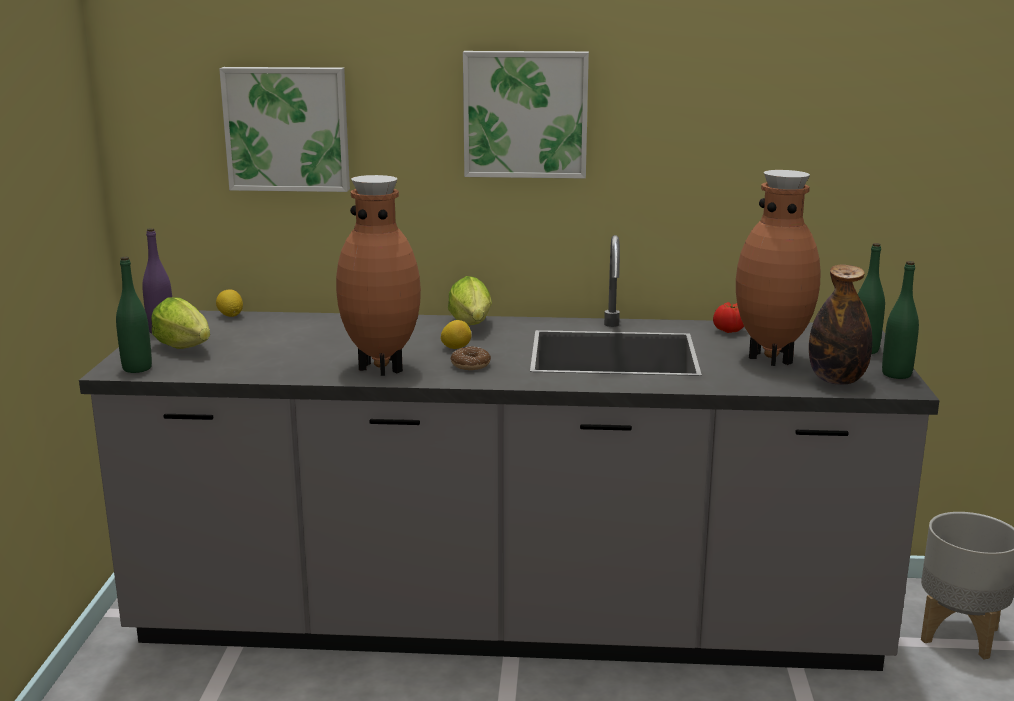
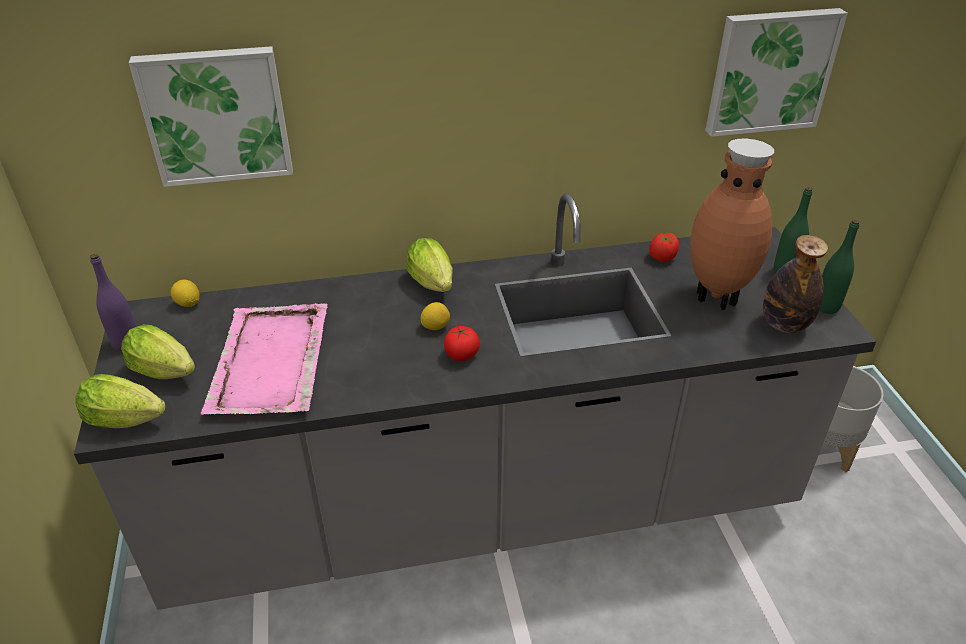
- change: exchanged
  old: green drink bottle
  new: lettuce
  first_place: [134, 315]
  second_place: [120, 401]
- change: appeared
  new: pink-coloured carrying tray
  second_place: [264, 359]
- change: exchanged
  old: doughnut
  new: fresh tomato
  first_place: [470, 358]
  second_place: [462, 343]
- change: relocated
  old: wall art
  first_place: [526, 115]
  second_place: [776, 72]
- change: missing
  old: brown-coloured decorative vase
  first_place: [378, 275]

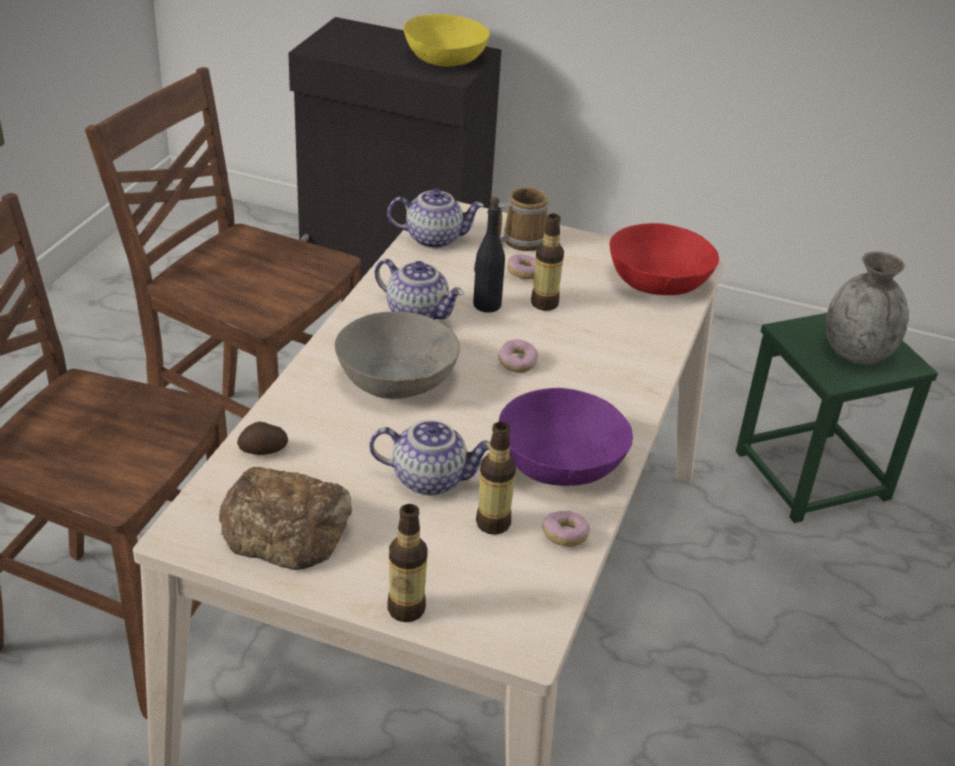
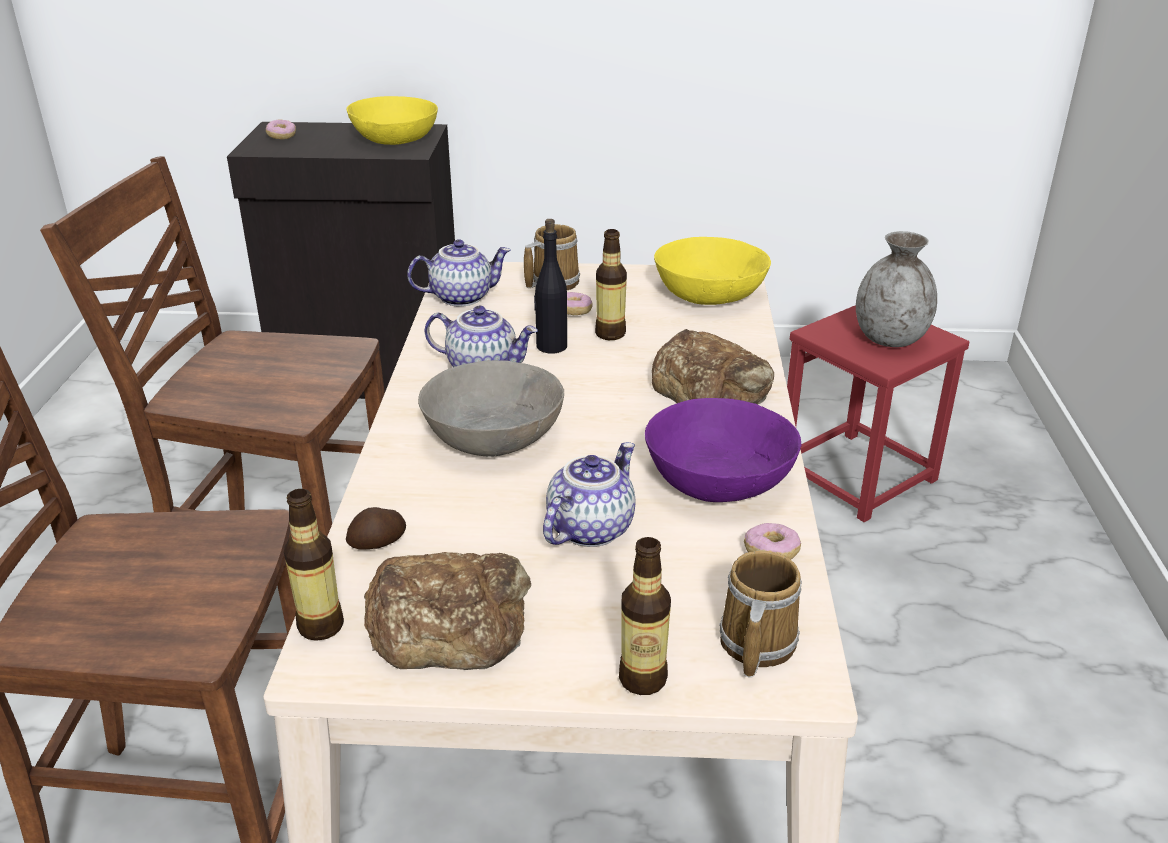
- change: relocated
  old: doughnut
  first_place: [518, 356]
  second_place: [281, 129]
- change: relocated
  old: drink bottle
  first_place: [496, 478]
  second_place: [314, 565]
- change: spun
  old: tea pot
  first_place: [429, 458]
  second_place: [589, 494]
  degrees: -45
- change: appeared
  new: bakery bread
  second_place: [713, 366]
- change: colour
  old: reddish deep dish
  new: yellow deep dish
  first_place: [664, 259]
  second_place: [712, 271]
- change: appeared
  new: mug
  second_place: [760, 614]
- change: colour
  old: green sitting stool
  new: reddish sitting stool
  first_place: [837, 418]
  second_place: [878, 413]

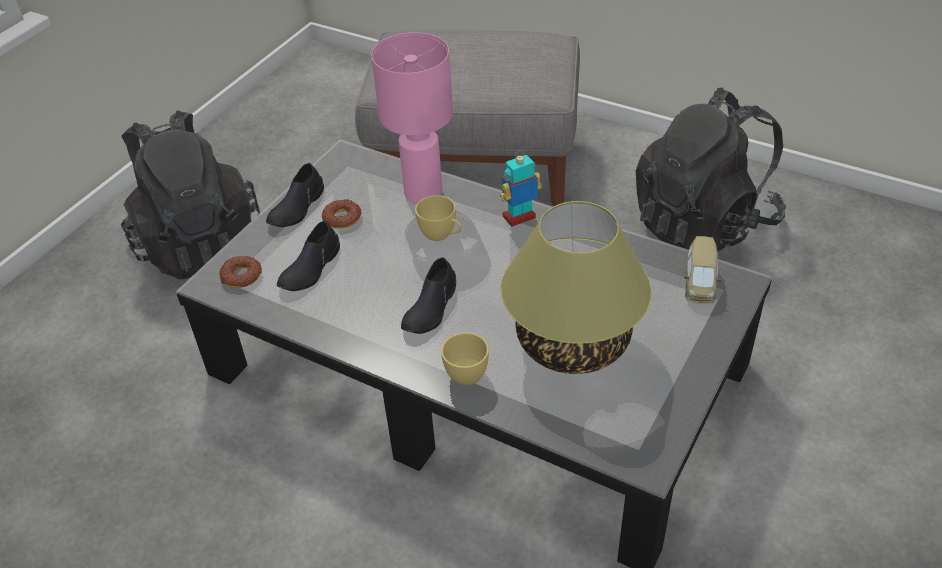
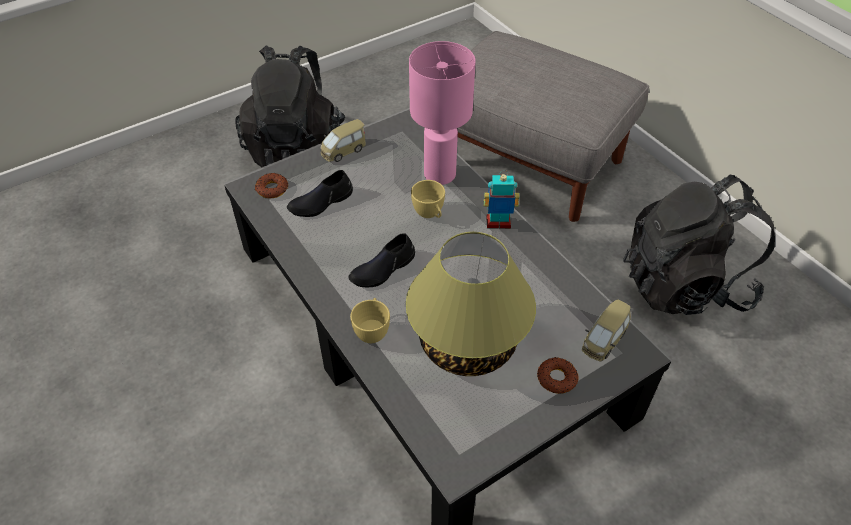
- change: exchanged
  old: blackish item of footwear
  new: model car
  first_place: [295, 195]
  second_place: [343, 140]
- change: relocated
  old: doughnut
  first_place: [341, 214]
  second_place: [558, 375]

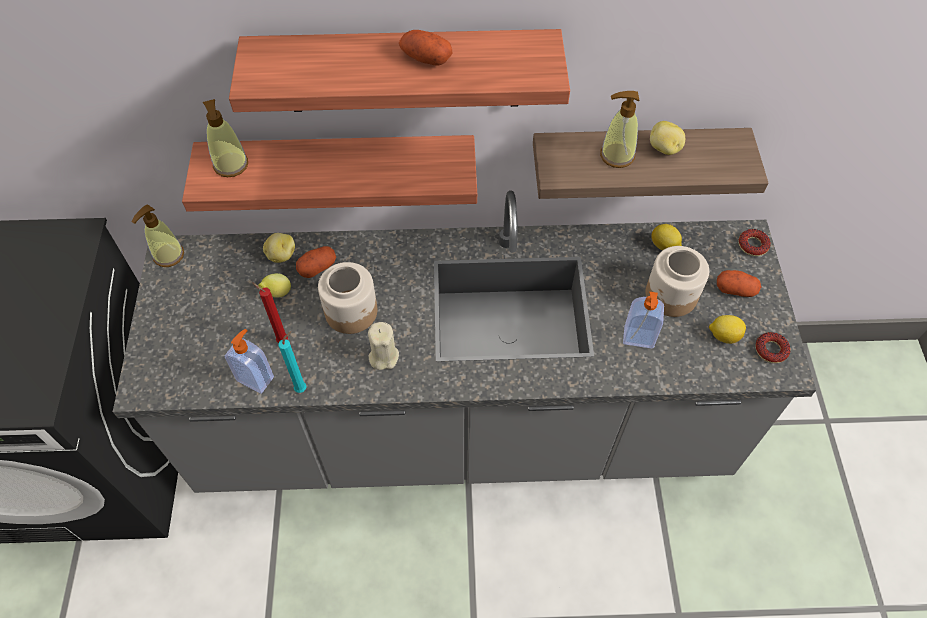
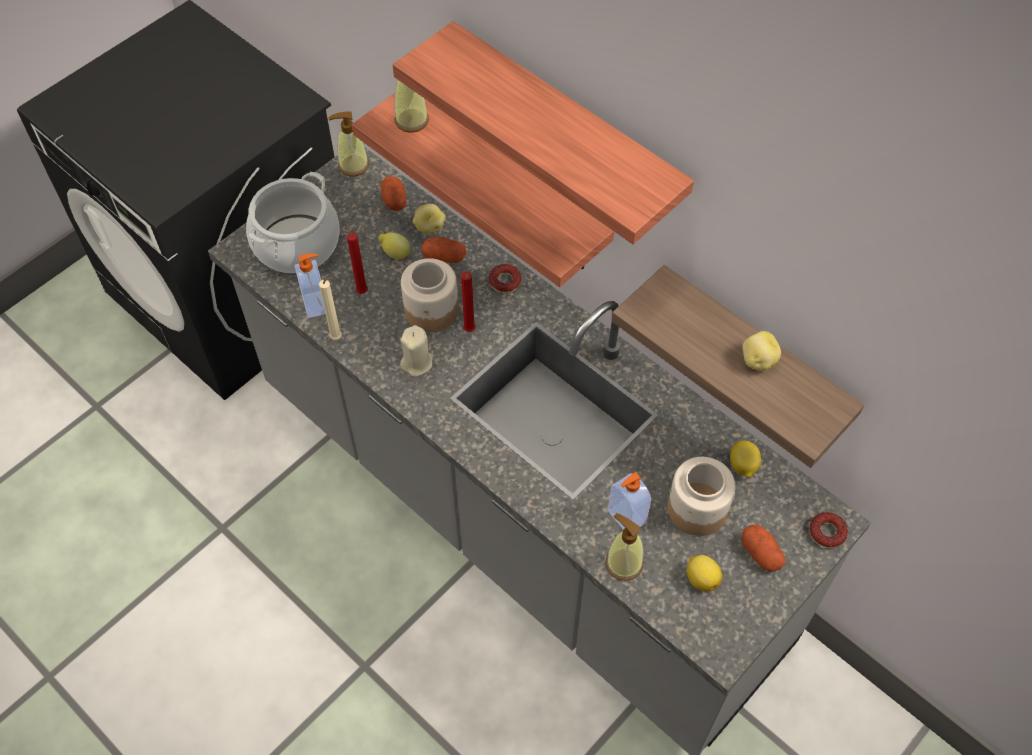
- change: appeared
  new: stockpot
  second_place: [293, 222]
- change: colour
  old: turquoise wax light
  new: beige-coloured wax light
  first_place: [292, 362]
  second_place: [330, 308]
- change: relocated
  old: whole potato
  first_place: [426, 48]
  second_place: [393, 193]
- change: appeared
  new: reddish wax light
  second_place: [468, 301]
- change: relocated
  old: doughnut
  first_place: [772, 347]
  second_place: [505, 278]
- change: relocated
  old: liquid soap bottle
  first_place: [619, 129]
  second_place: [624, 547]

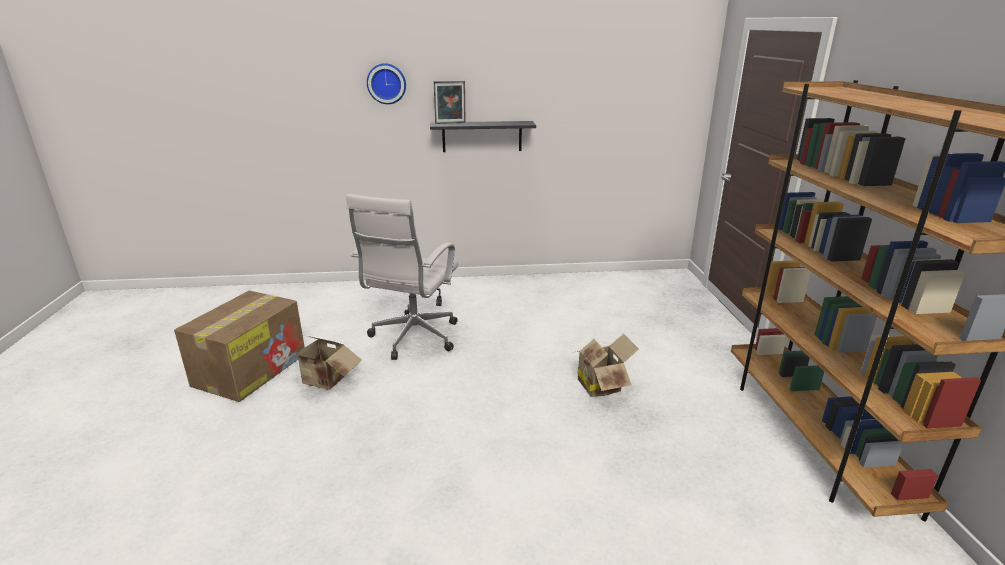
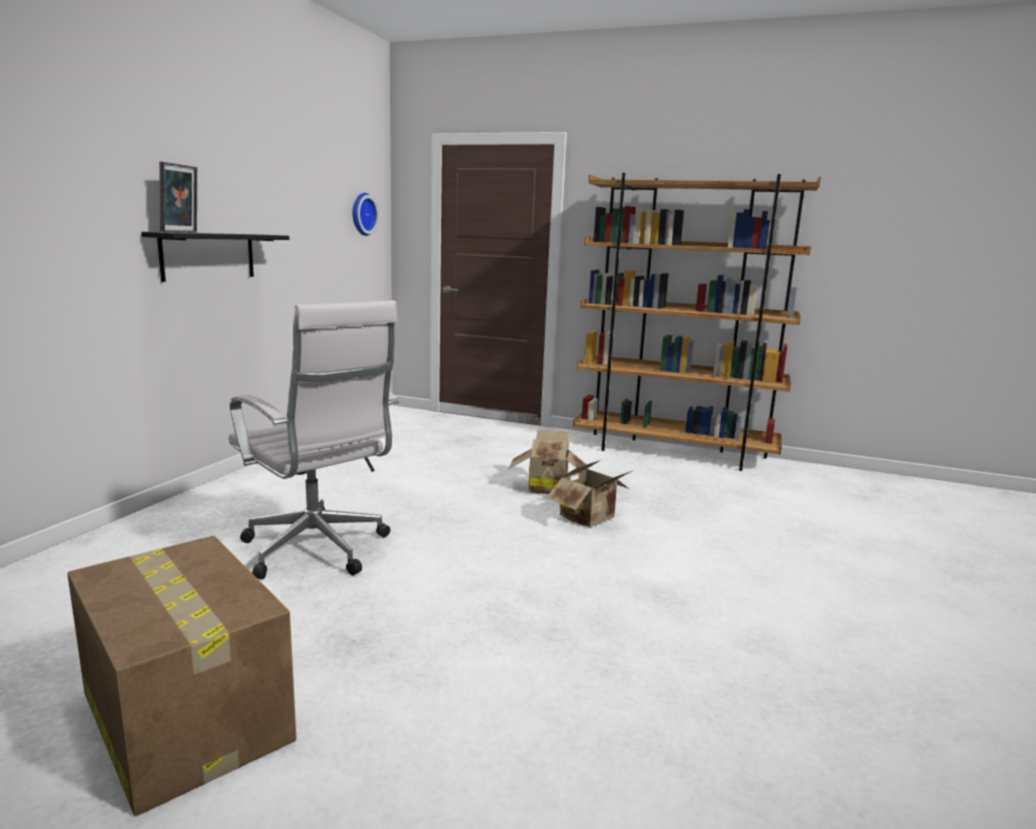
- change: relocated
  old: wall clock
  first_place: [386, 83]
  second_place: [365, 214]
- change: relocated
  old: packing box
  first_place: [323, 363]
  second_place: [590, 493]

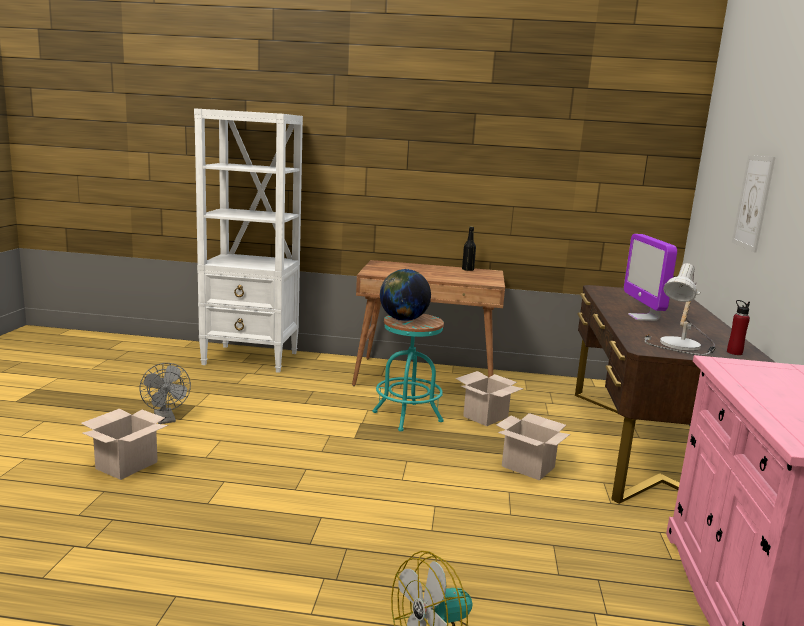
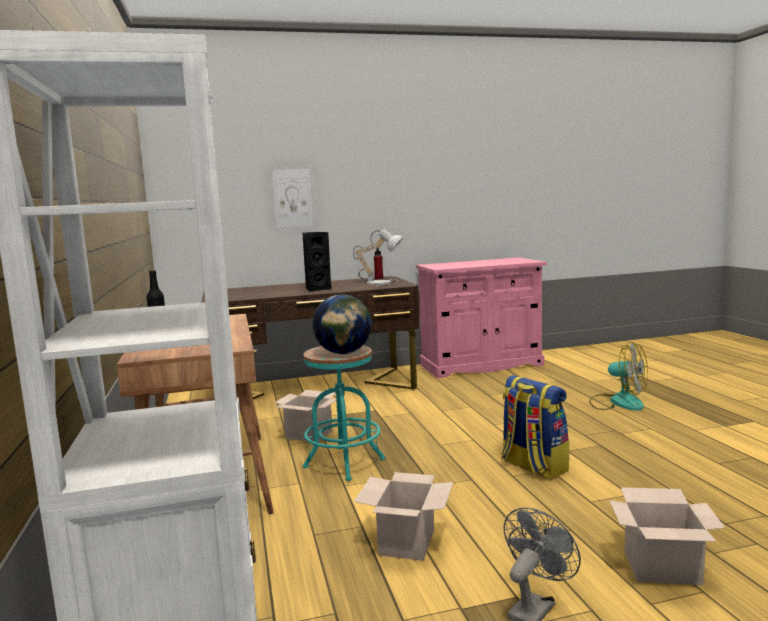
- change: exchanged
  old: computer display
  new: blackish loudspeaker
  first_place: [650, 277]
  second_place: [317, 262]
- change: relocated
  old: packing box
  first_place: [533, 447]
  second_place: [403, 516]
- change: appeared
  new: knapsack
  second_place: [535, 427]

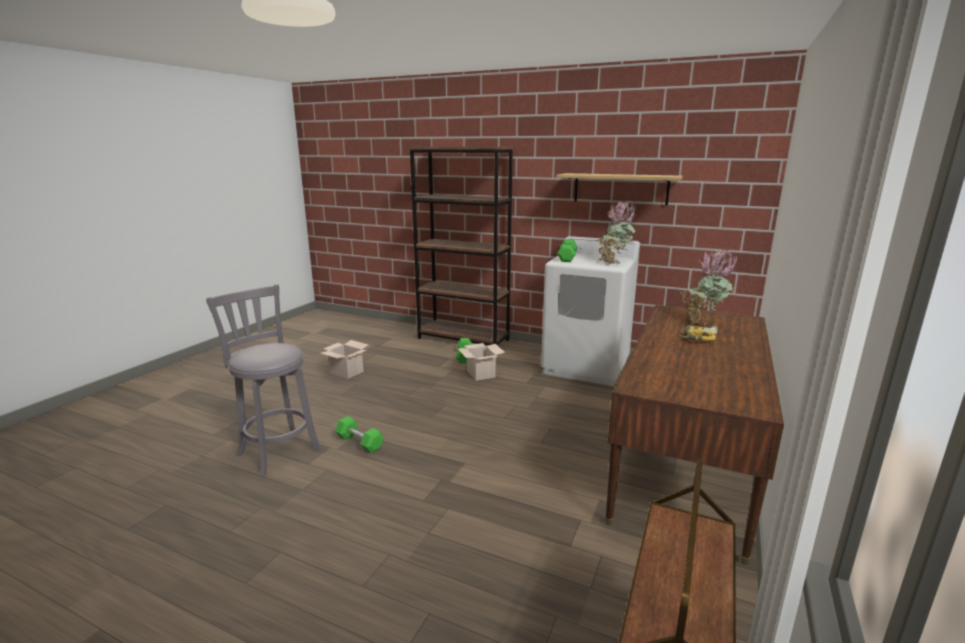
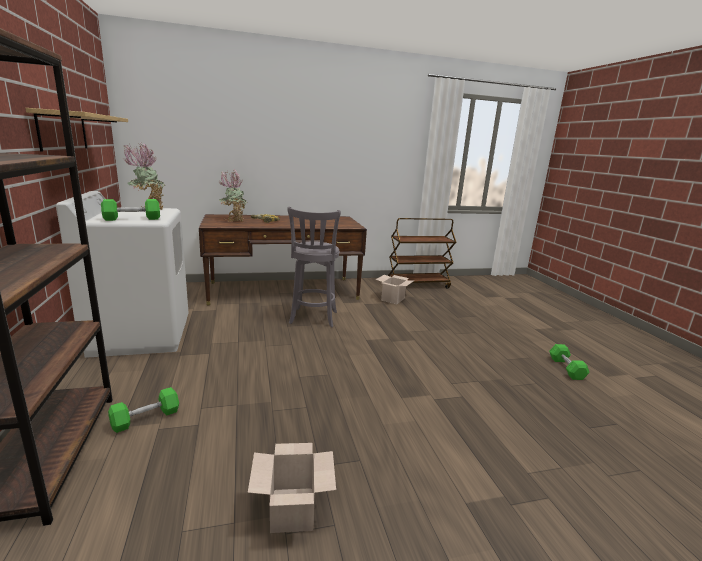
- change: relocated
  old: gray sitting stool
  first_place: [264, 380]
  second_place: [314, 267]
- change: relocated
  old: packing box
  first_place: [481, 362]
  second_place: [394, 289]
- change: relocated
  old: green free weight
  first_place: [359, 434]
  second_place: [569, 362]

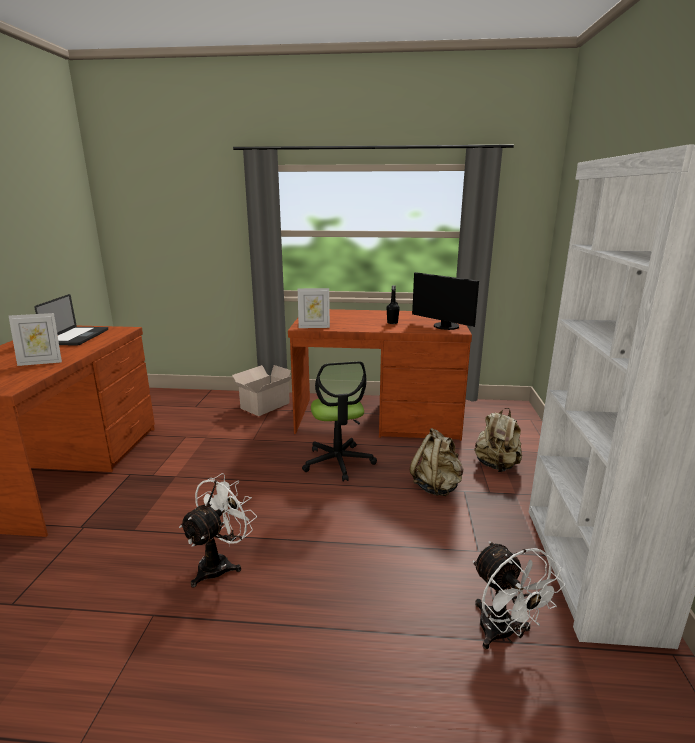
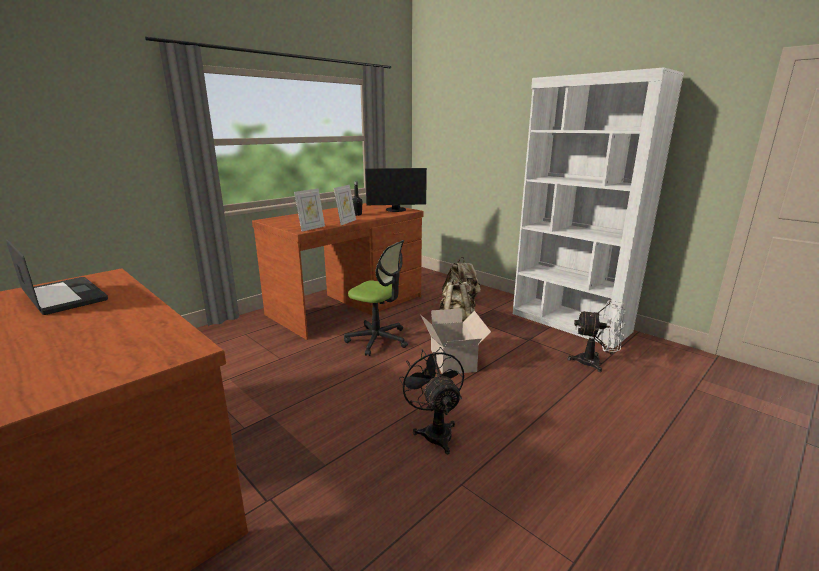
- change: relocated
  old: photo frame
  first_place: [35, 339]
  second_place: [345, 205]
- change: colour
  old: white-coloured electric fan
  new: blackish electric fan
  first_place: [218, 530]
  second_place: [431, 400]
- change: relocated
  old: packing box
  first_place: [262, 390]
  second_place: [455, 341]

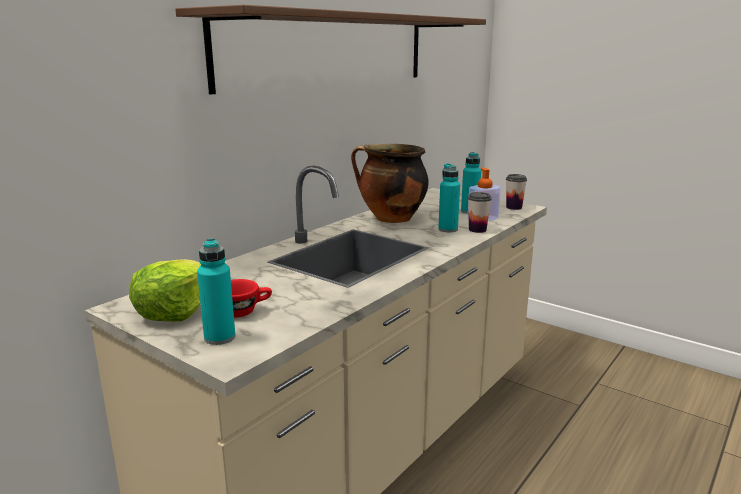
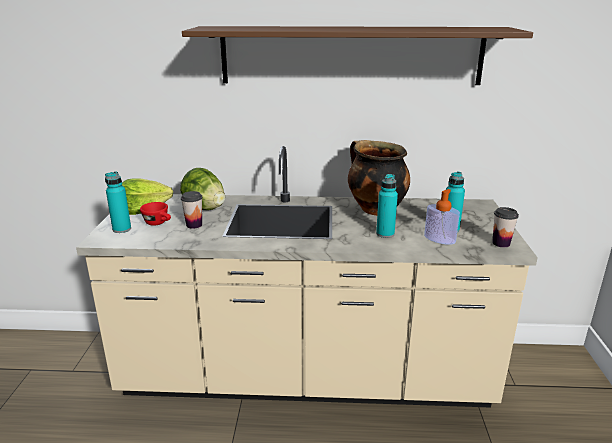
- change: appeared
  new: lettuce
  second_place: [202, 189]
- change: relocated
  old: cup
  first_place: [480, 212]
  second_place: [191, 210]

